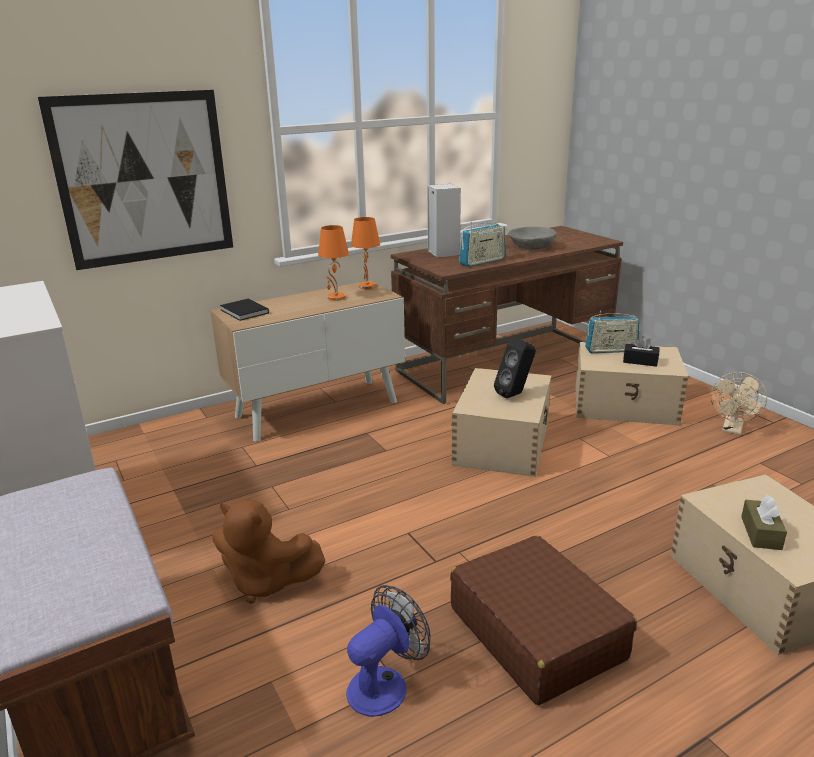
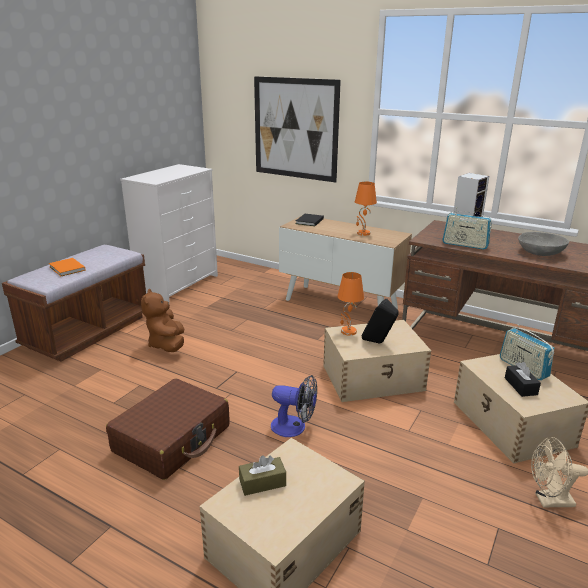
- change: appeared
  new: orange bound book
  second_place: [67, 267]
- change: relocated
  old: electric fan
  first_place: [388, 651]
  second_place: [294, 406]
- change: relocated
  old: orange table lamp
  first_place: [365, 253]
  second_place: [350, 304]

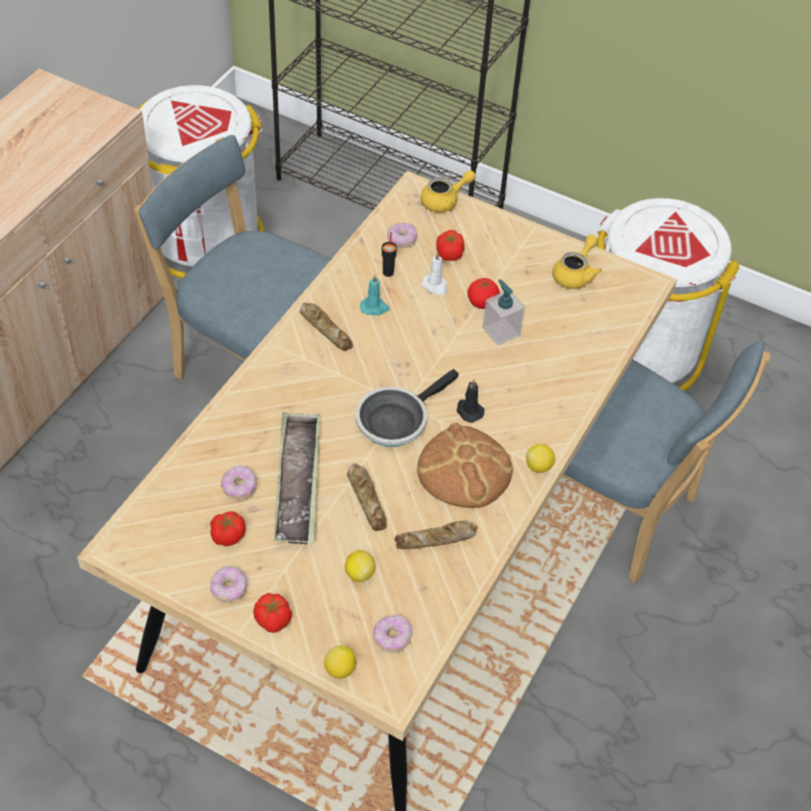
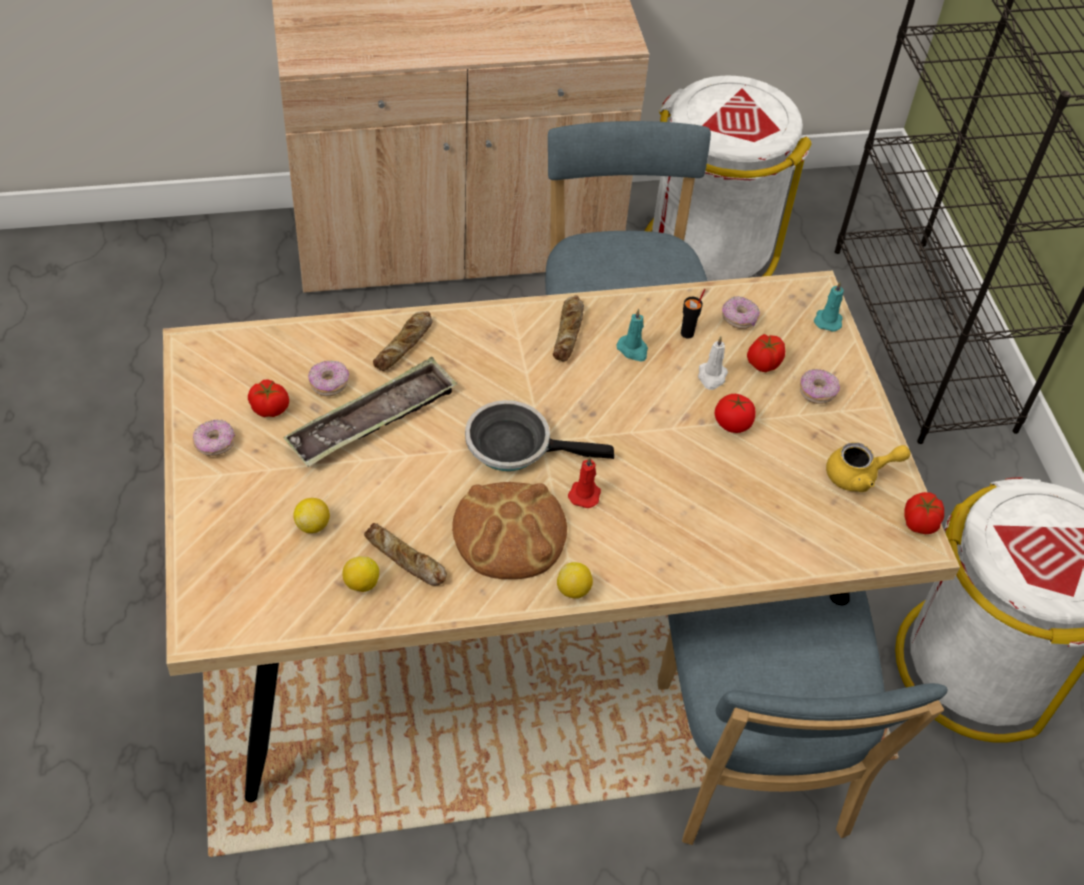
- change: relocated
  old: whole lemon
  first_place: [340, 662]
  second_place: [360, 574]
- change: relocated
  old: bakery bread
  first_place: [367, 497]
  second_place: [402, 341]
- change: colour
  old: blackish wax light
  new: reddish wax light
  first_place: [470, 400]
  second_place: [584, 482]
- change: relocated
  old: doughnut
  first_place: [392, 634]
  second_place: [820, 386]
- change: exchanged
  old: yellow tea pot
  new: turquoise wax light
  first_place: [448, 191]
  second_place: [829, 306]
- change: relocated
  old: fresh tomato
  first_place: [272, 613]
  second_place: [924, 513]
- change: missing
  old: liquid soap bottle
  first_place: [503, 312]

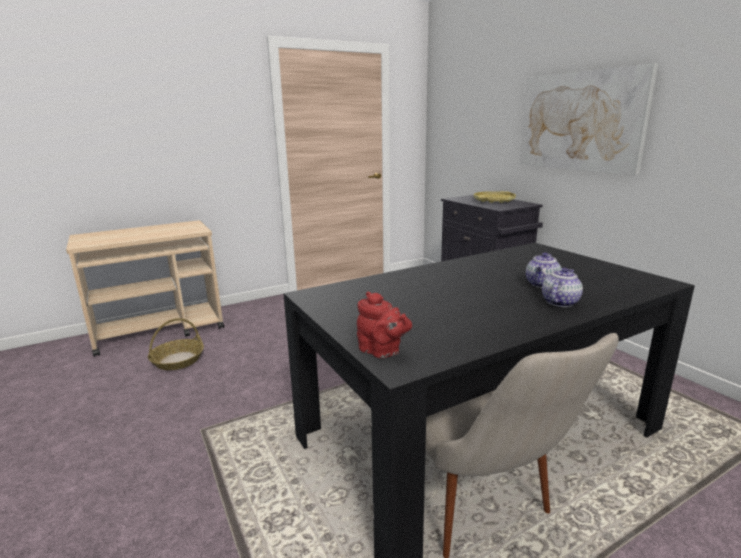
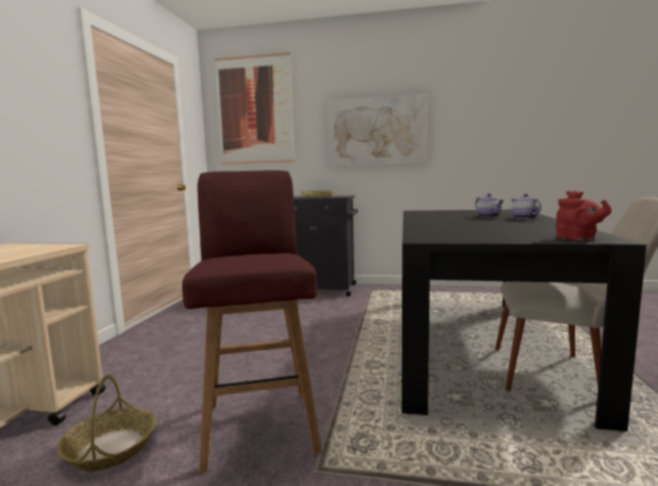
- change: appeared
  new: reddish sitting stool
  second_place: [252, 321]
- change: appeared
  new: wall art
  second_place: [254, 108]
- change: spun
  old: reddish tea pot
  first_place: [384, 325]
  second_place: [584, 215]
  degrees: 75

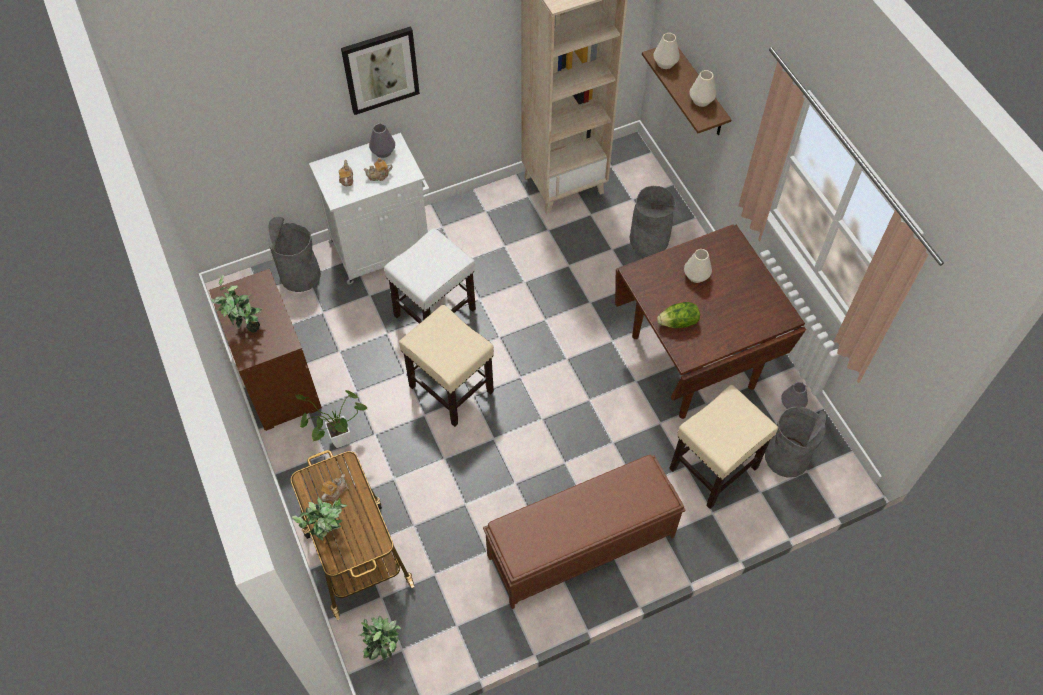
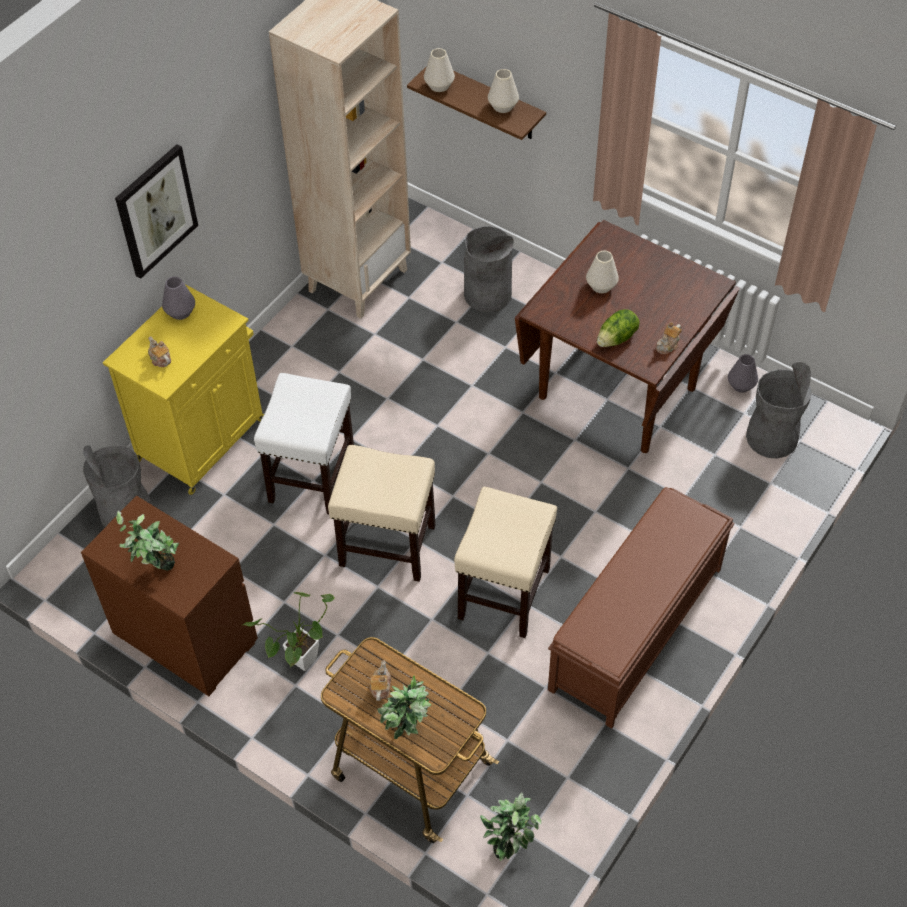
- change: colour
  old: white-coloured cupboard
  new: yellow cupboard
  first_place: [369, 208]
  second_place: [183, 389]
- change: relocated
  old: beige-coloured sitting stool
  first_place: [723, 447]
  second_place: [505, 562]
- change: relocated
  old: tea pot
  first_place: [377, 169]
  second_place: [669, 338]

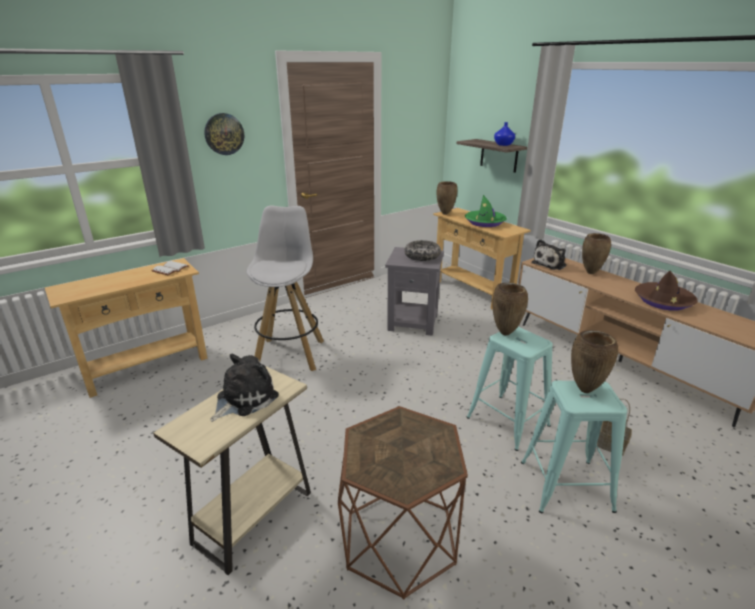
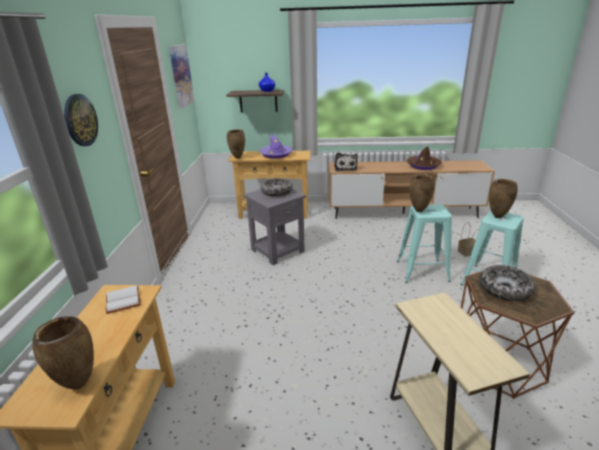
- change: relocated
  old: brown-coloured decorative vase
  first_place: [596, 253]
  second_place: [63, 353]
- change: appeared
  new: wall art
  second_place: [181, 76]
- change: colour
  old: green hat
  new: purple-coloured hat
  first_place: [486, 211]
  second_place: [276, 146]
- change: appeared
  new: deep dish
  second_place: [507, 283]
- change: missing
  old: plush toy
  first_place: [244, 388]
- change: missing
  old: white-coloured sitting stool
  first_place: [285, 288]

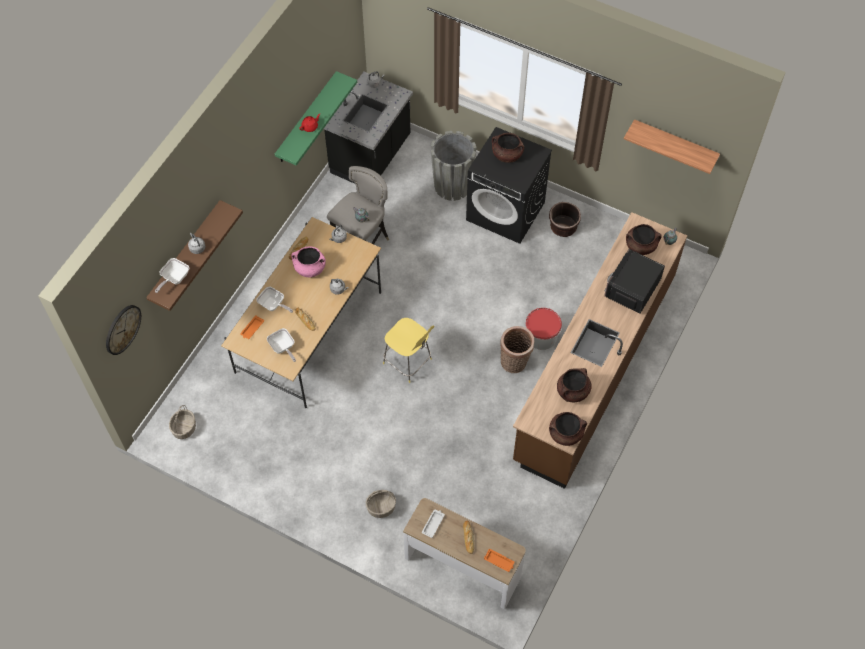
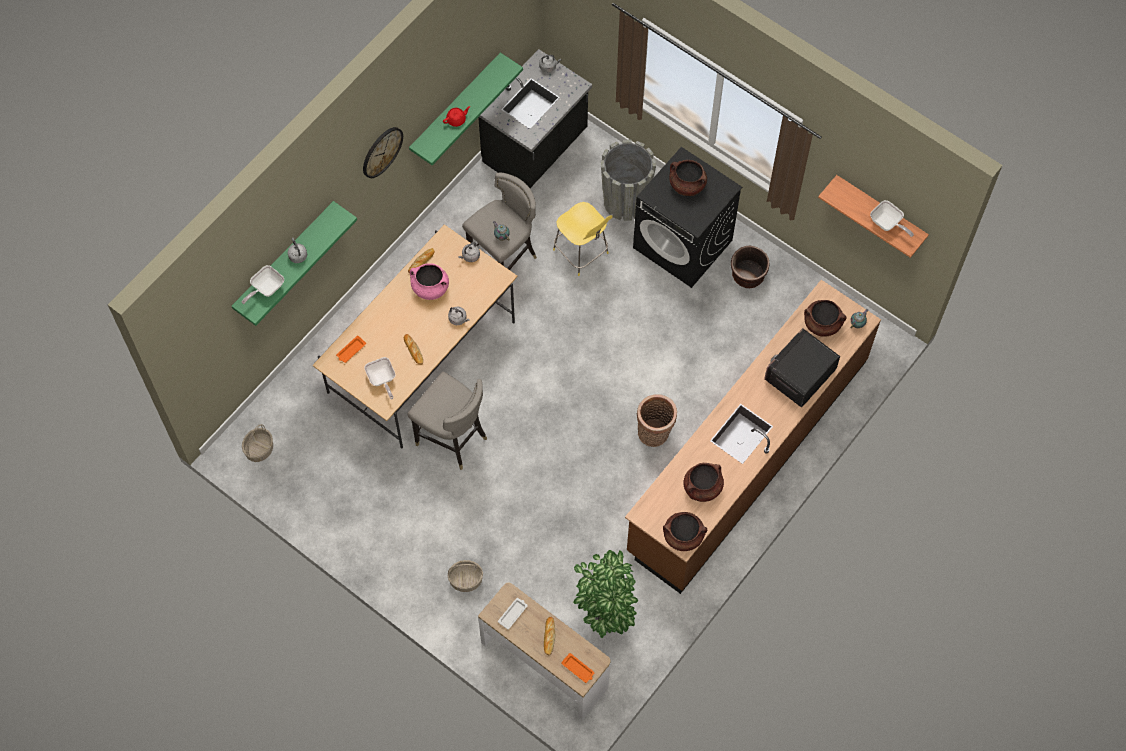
- change: colour
  old: brown-coloured wall shelf
  new: green wall shelf
  first_place: [194, 255]
  second_place: [294, 263]
- change: relocated
  old: wall clock
  first_place: [123, 330]
  second_place: [383, 152]
- change: appeared
  new: gray sitting stool
  second_place: [447, 421]
- change: relocated
  old: yellow sitting stool
  first_place: [408, 350]
  second_place: [583, 239]
- change: appeared
  new: potted plant
  second_place: [605, 594]
- change: relocated
  old: pan
  first_place: [274, 300]
  second_place: [892, 218]
- change: missing
  old: bucket
  first_place: [543, 329]

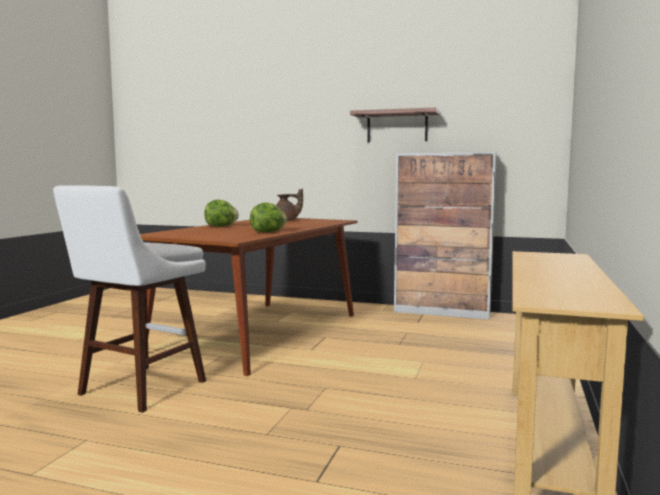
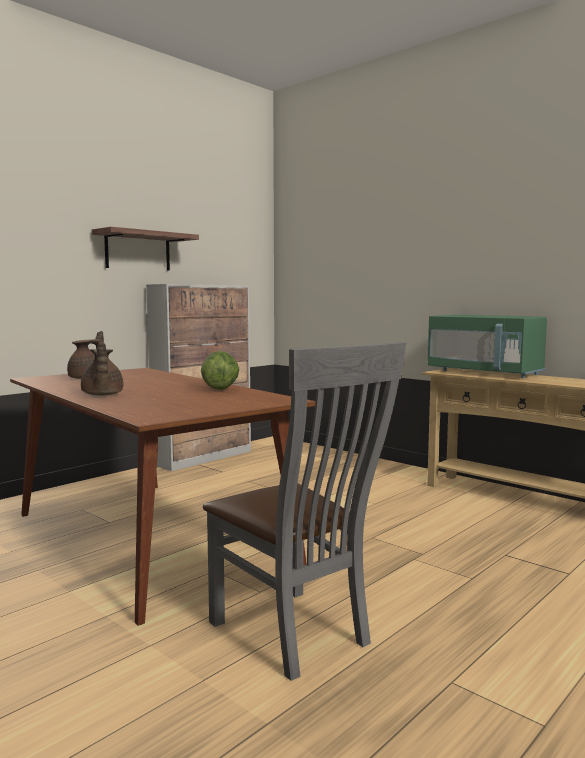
- change: exchanged
  old: lettuce
  new: brown-coloured tea pot
  first_place: [221, 213]
  second_place: [102, 368]
- change: exchanged
  old: white-coloured sitting stool
  new: gray upright chair
  first_place: [129, 299]
  second_place: [304, 511]
- change: appeared
  new: green kitchen microwave
  second_place: [487, 346]

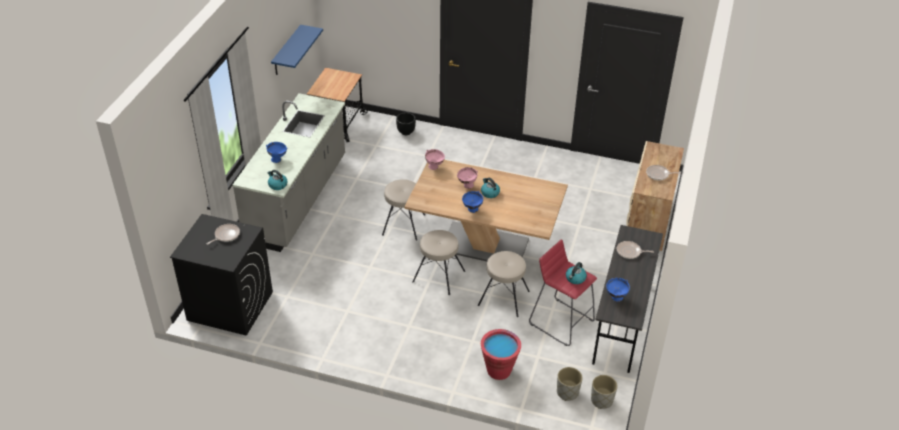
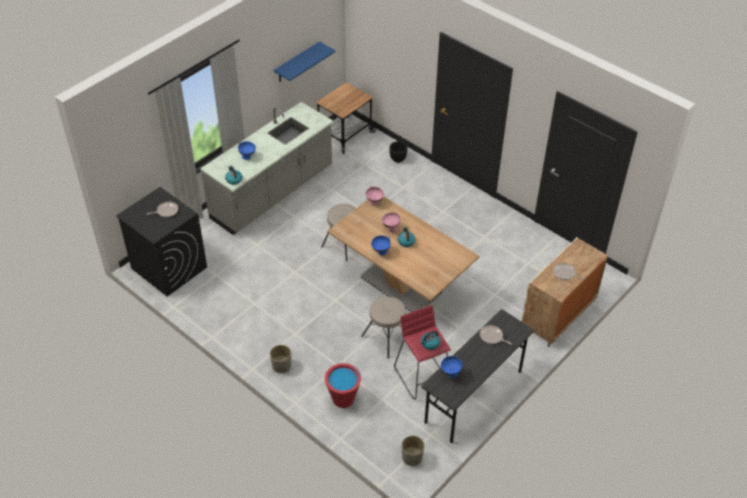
- change: relocated
  old: gray plant pot
  first_place: [570, 384]
  second_place: [280, 359]
- change: missing
  old: beige-coloured sitting stool
  first_place: [438, 262]

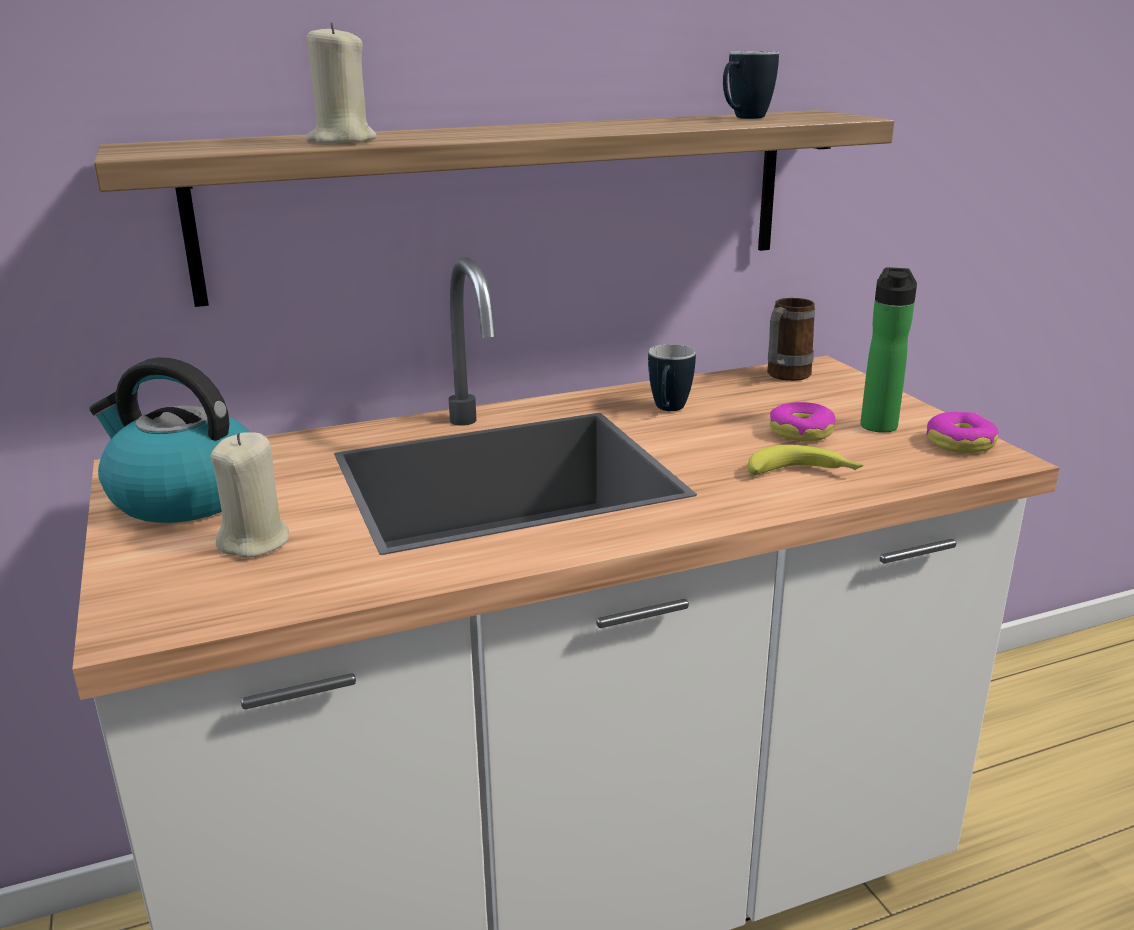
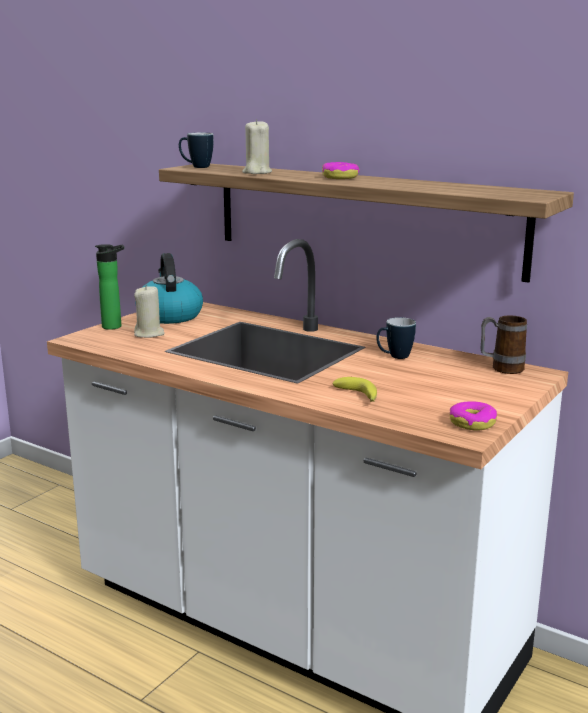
- change: relocated
  old: drink bottle
  first_place: [888, 350]
  second_place: [109, 287]
- change: relocated
  old: mug
  first_place: [751, 85]
  second_place: [196, 150]
- change: relocated
  old: doughnut
  first_place: [803, 422]
  second_place: [340, 170]

